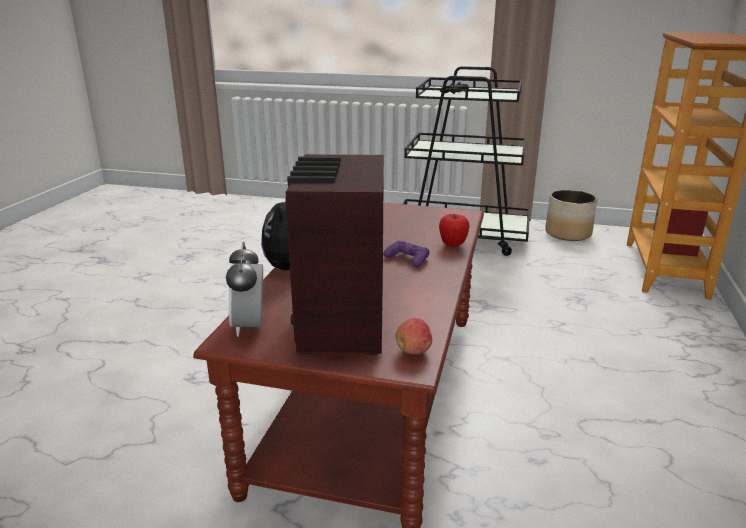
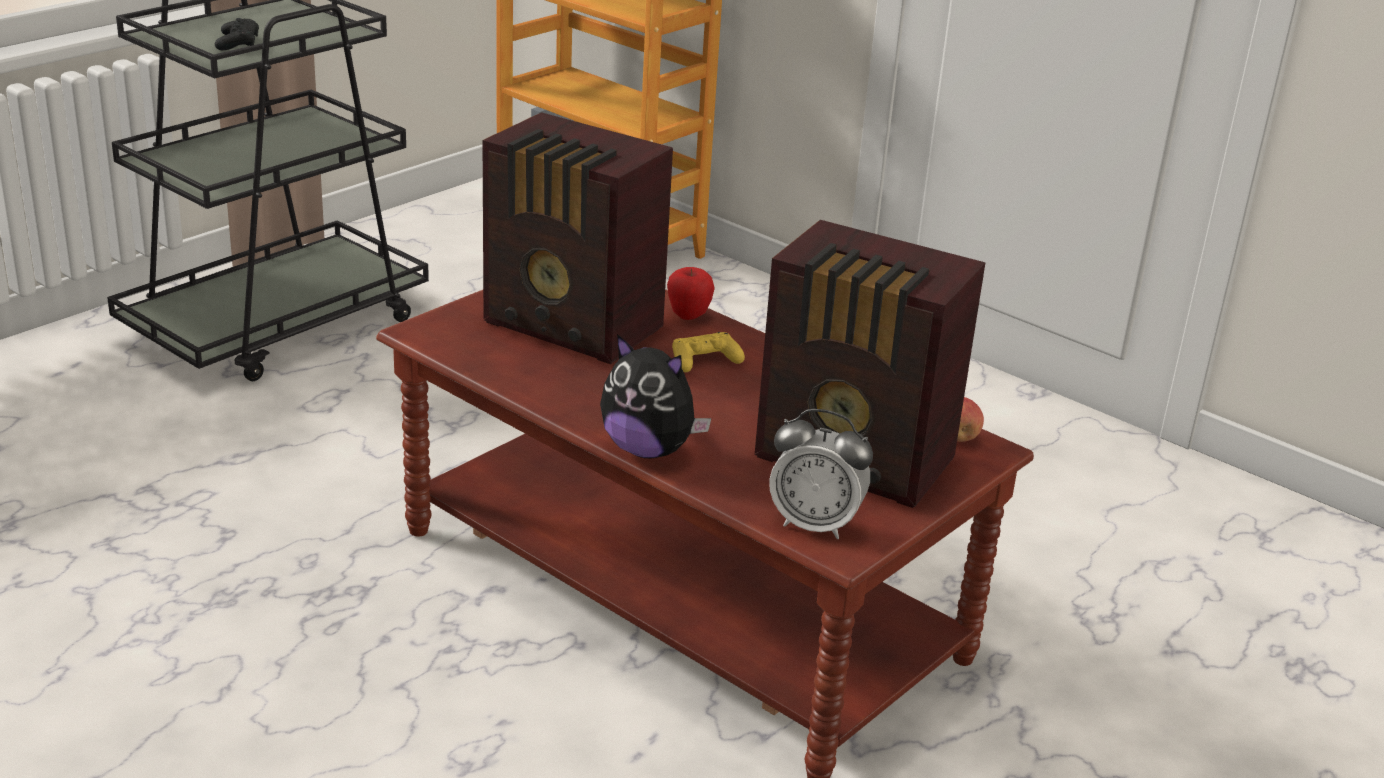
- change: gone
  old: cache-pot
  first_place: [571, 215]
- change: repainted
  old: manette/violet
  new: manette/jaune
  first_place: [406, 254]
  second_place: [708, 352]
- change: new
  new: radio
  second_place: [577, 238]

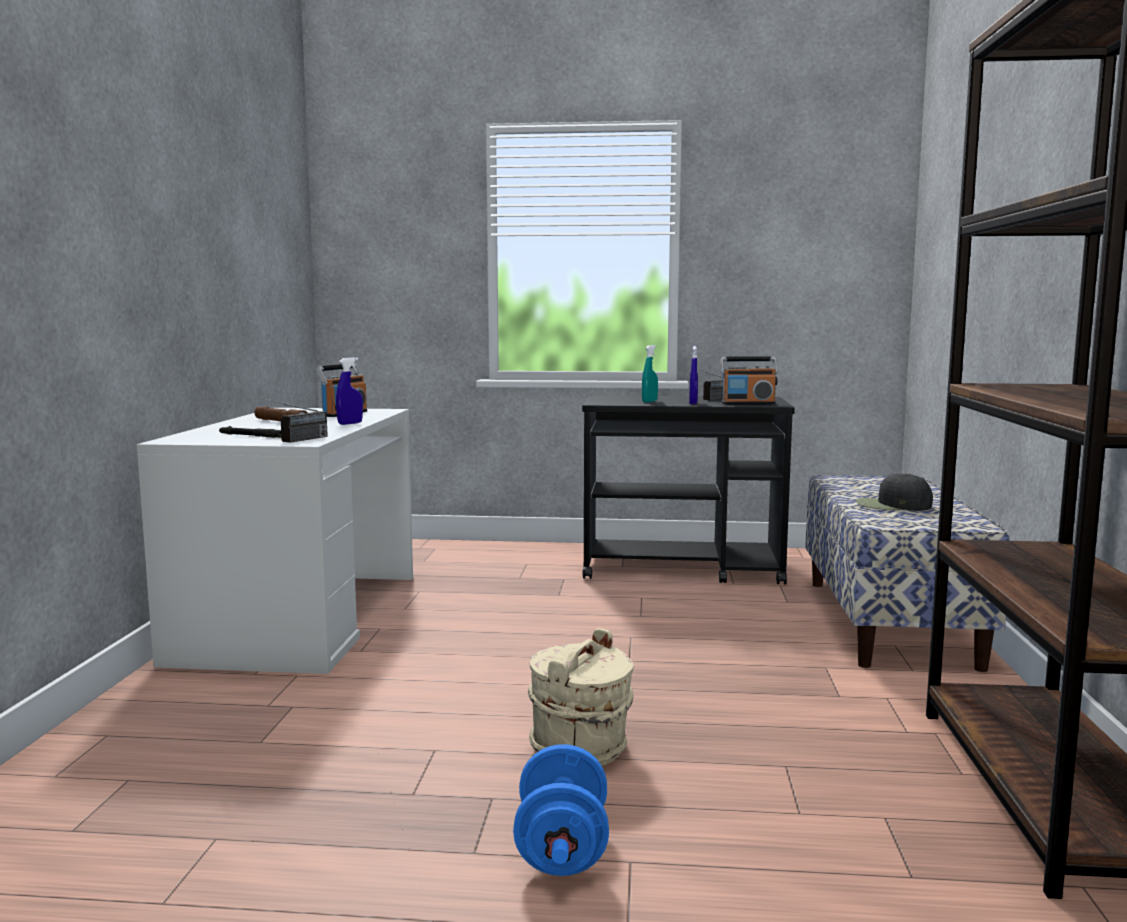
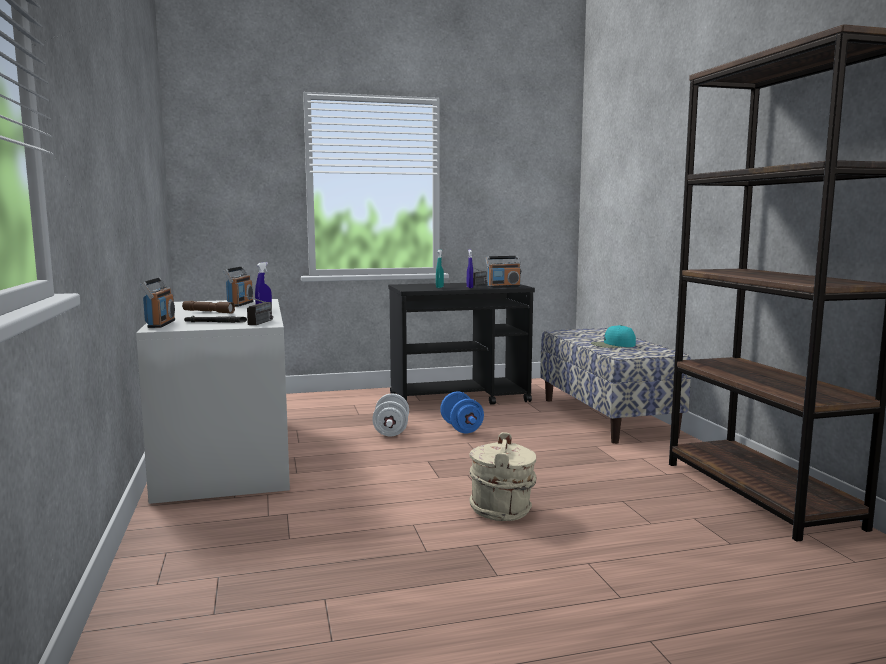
- change: repainted
  old: casquette/noir
  new: casquette/turquoise
  first_place: [894, 492]
  second_place: [613, 336]
- change: shifted
  old: haltère/bleu
  first_place: [561, 810]
  second_place: [462, 412]
- change: new
  new: radio
  second_place: [157, 302]
- change: new
  new: haltère/blanc
  second_place: [390, 415]

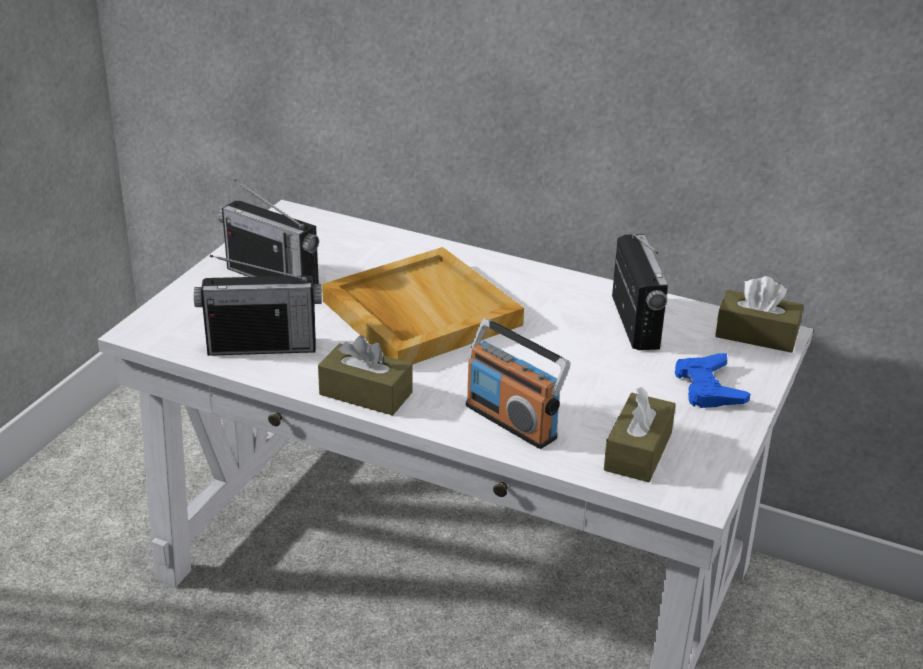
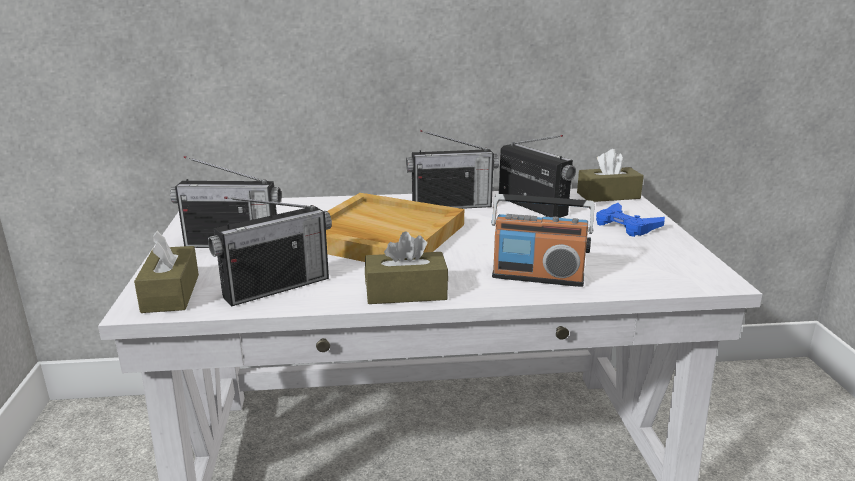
- change: shifted
  old: boîte à mouchoirs/marron
  first_place: [640, 434]
  second_place: [166, 272]
- change: new
  new: radio
  second_place: [452, 169]

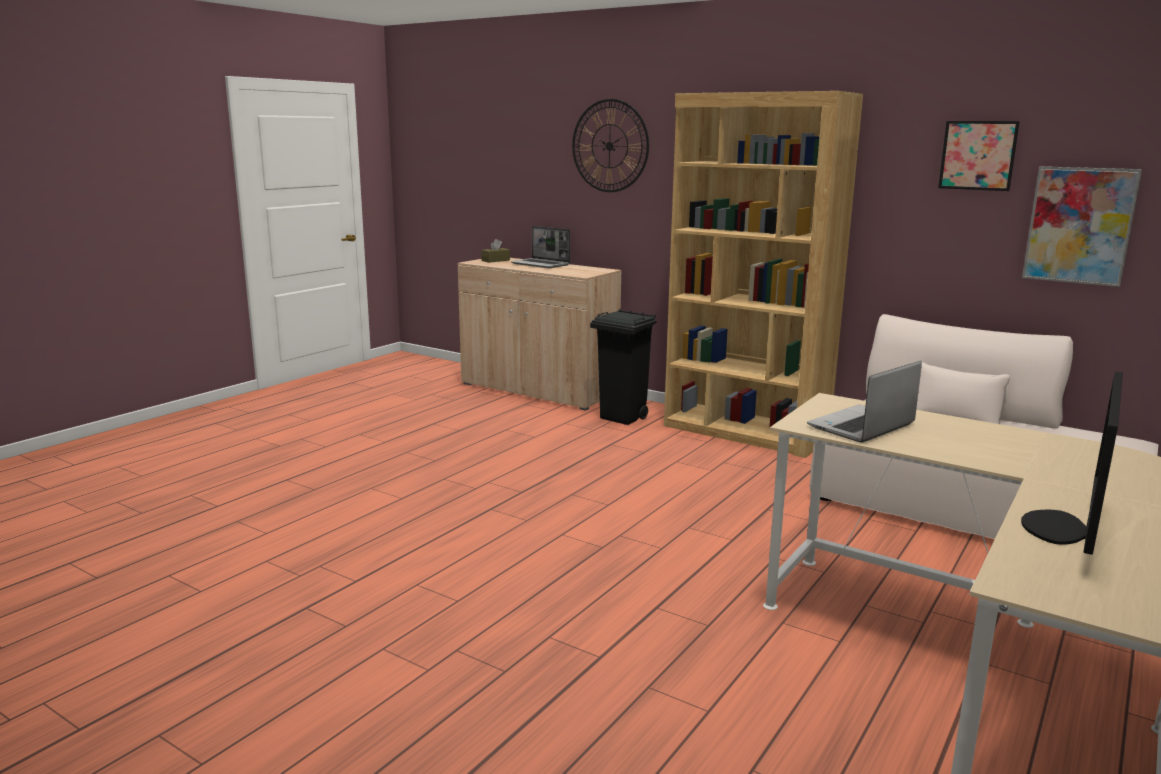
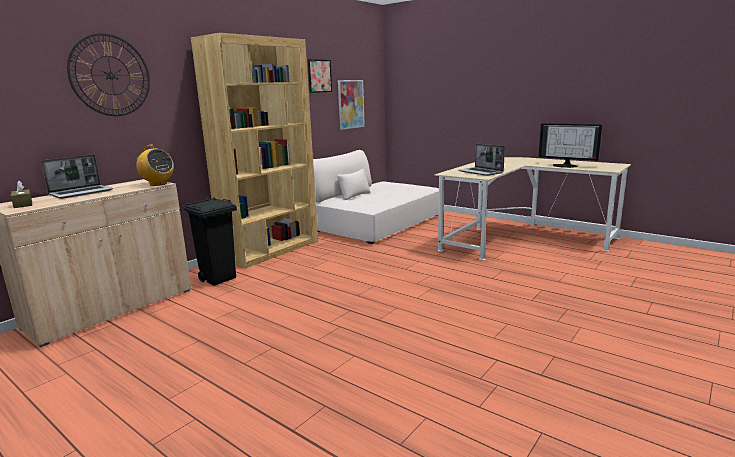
- change: new
  new: radio
  second_place: [154, 165]

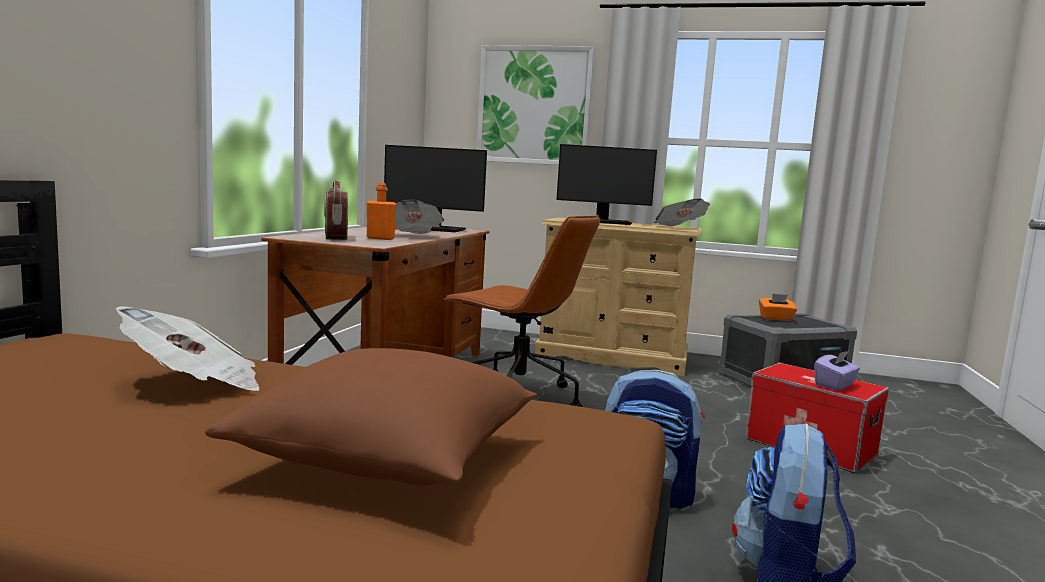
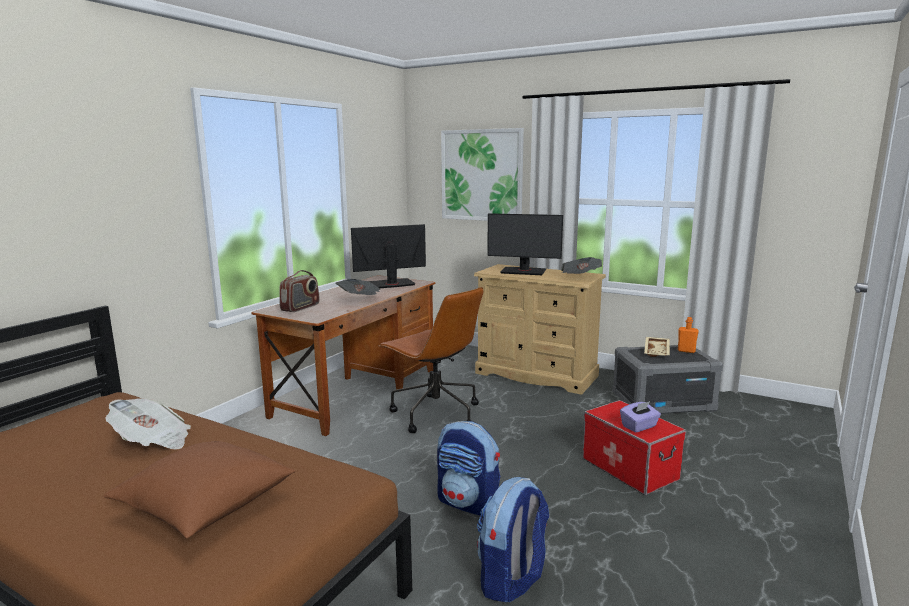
- change: rotated
  old: écran d'ordinateur
  first_place: [435, 188]
  second_place: [388, 256]
  degrees: 135
- change: rotated
  old: radio
  first_place: [336, 210]
  second_place: [299, 291]
  degrees: -150
- change: shifted
  old: bouteille/orange
  first_place: [381, 211]
  second_place: [688, 335]
- change: swapped
  old: boîte à mouchoirs/orange
  new: plateau/beige
  first_place: [778, 307]
  second_place: [657, 347]

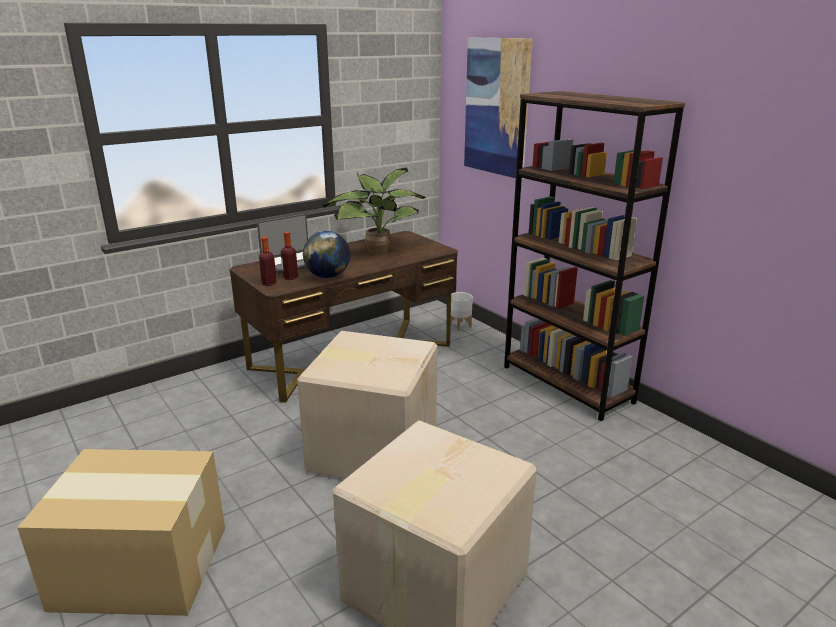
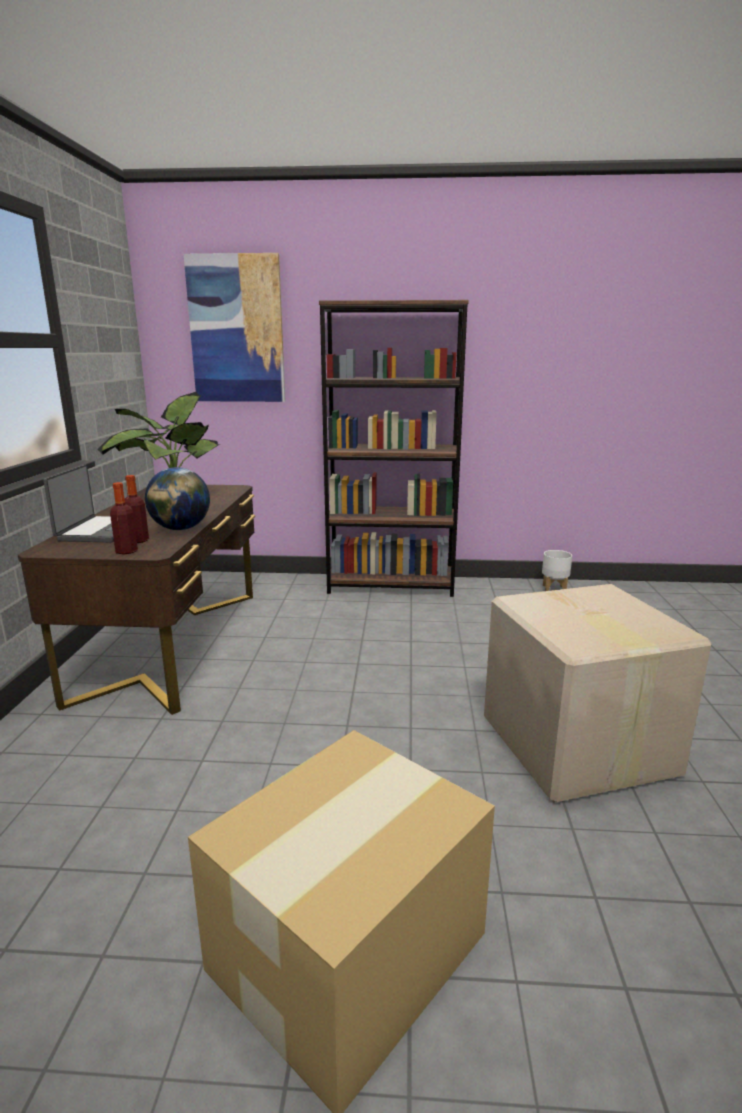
- change: shifted
  old: cache-pot/blanc
  first_place: [462, 311]
  second_place: [557, 570]
- change: gone
  old: carton
  first_place: [367, 405]

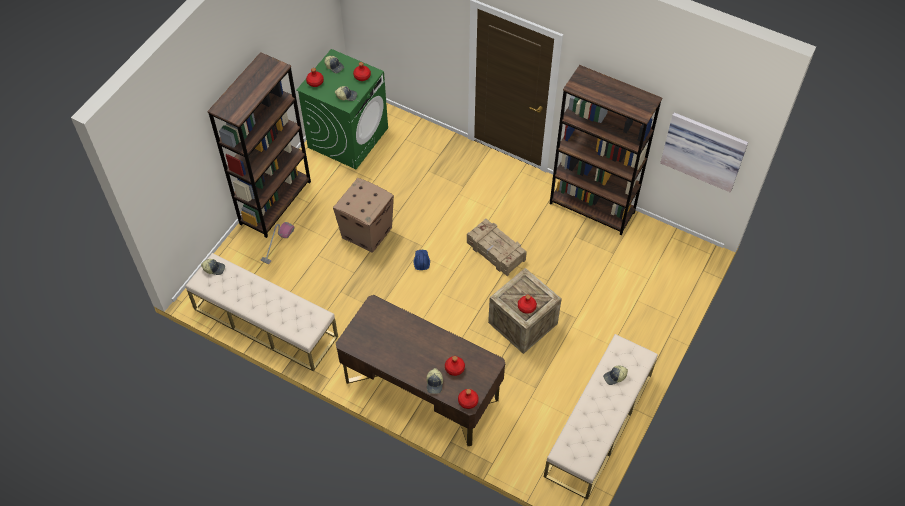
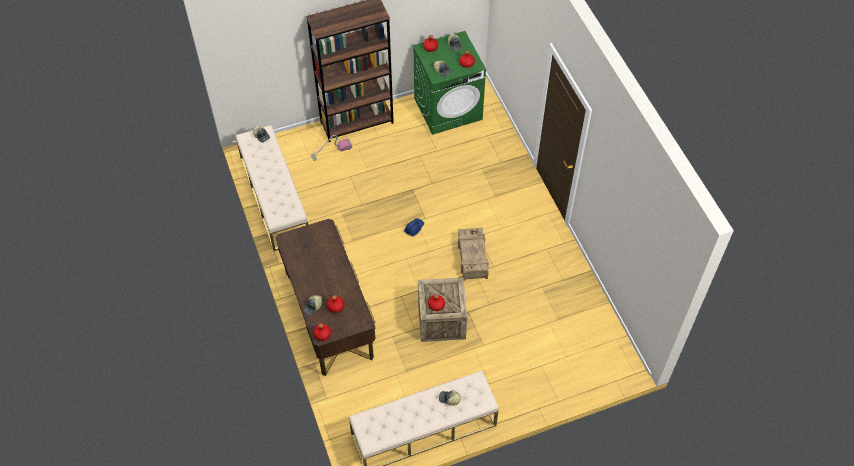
- change: gone
  old: bibliothèque/marron
  first_place: [606, 150]
- change: gone
  old: tableau
  first_place: [704, 152]
- change: gone
  old: carton
  first_place: [363, 215]

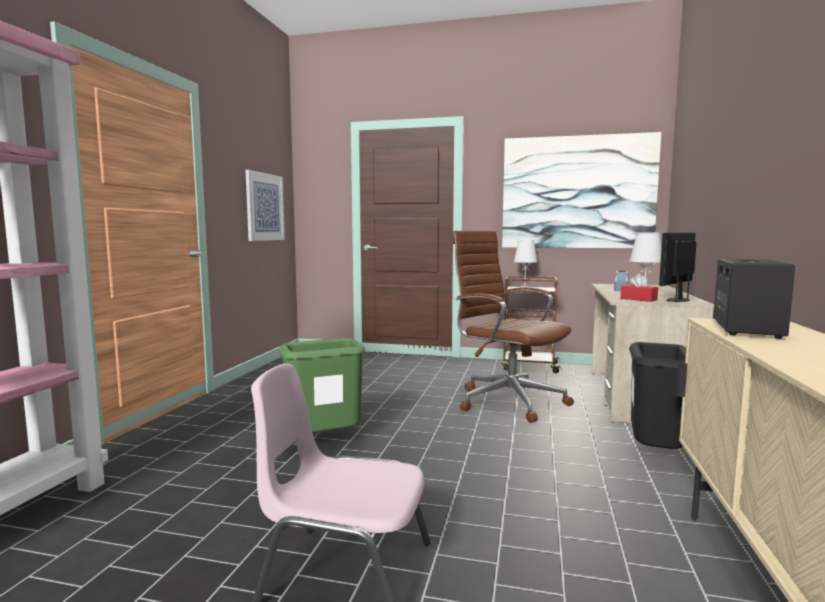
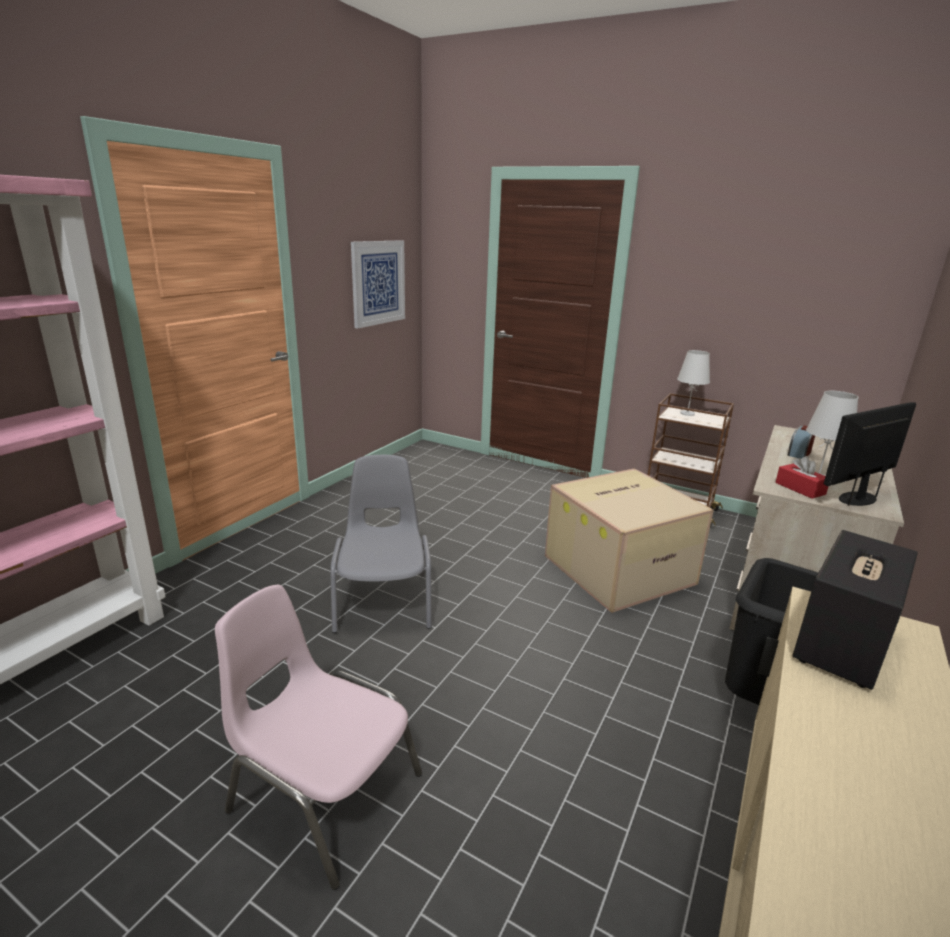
- change: gone
  old: tableau
  first_place: [581, 190]
- change: swapped
  old: chaise de bureau/marron
  new: carton
  first_place: [513, 327]
  second_place: [629, 540]
- change: swapped
  old: poubelle/vert
  new: chaise/gris
  first_place: [322, 385]
  second_place: [381, 544]

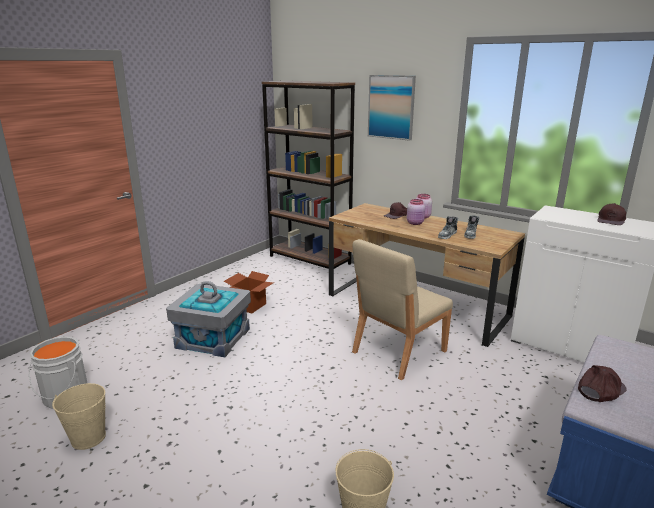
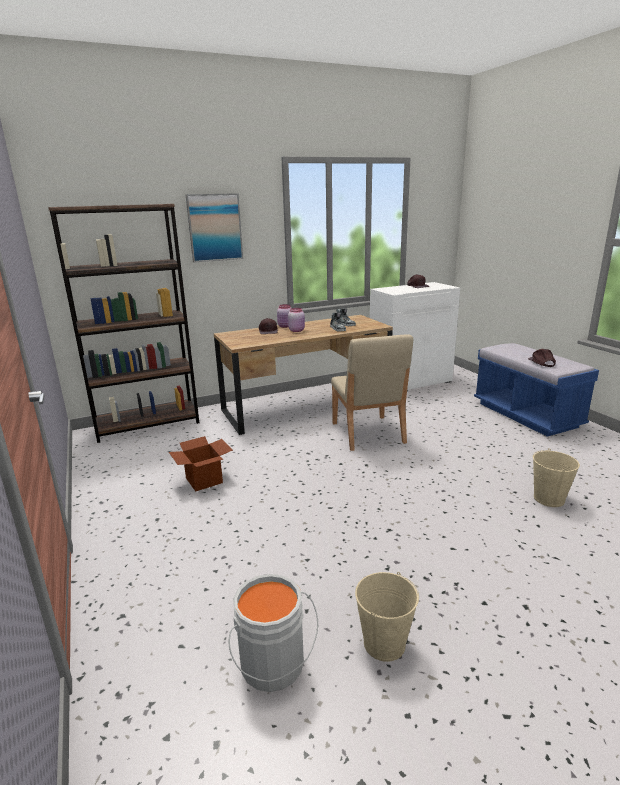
- change: gone
  old: boîte de rangement/gris
  first_place: [208, 319]

